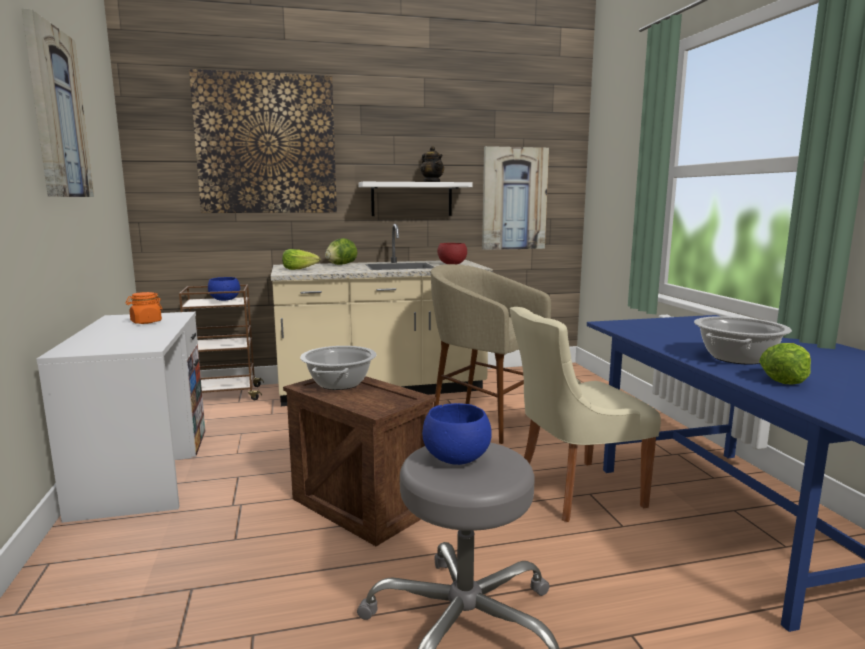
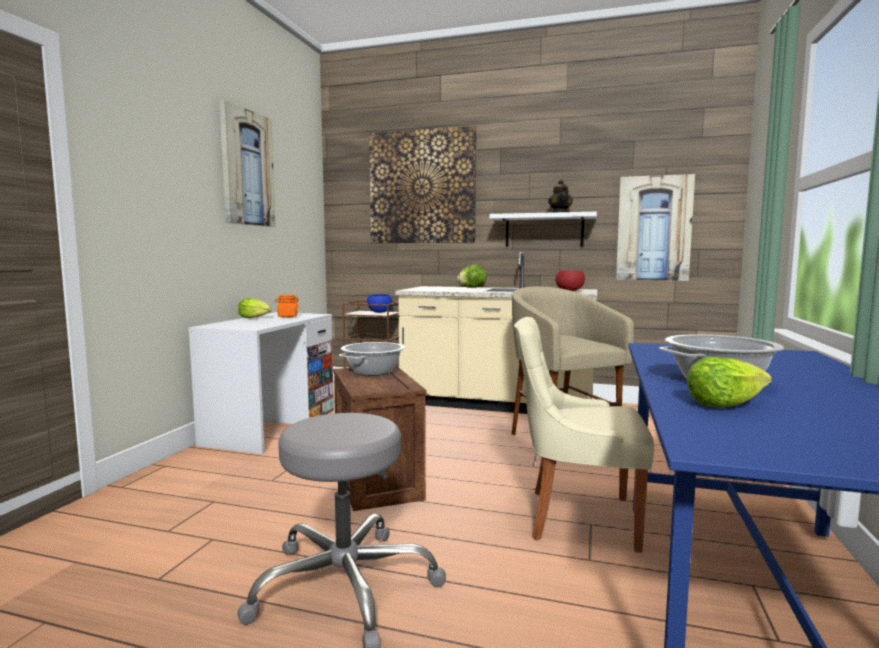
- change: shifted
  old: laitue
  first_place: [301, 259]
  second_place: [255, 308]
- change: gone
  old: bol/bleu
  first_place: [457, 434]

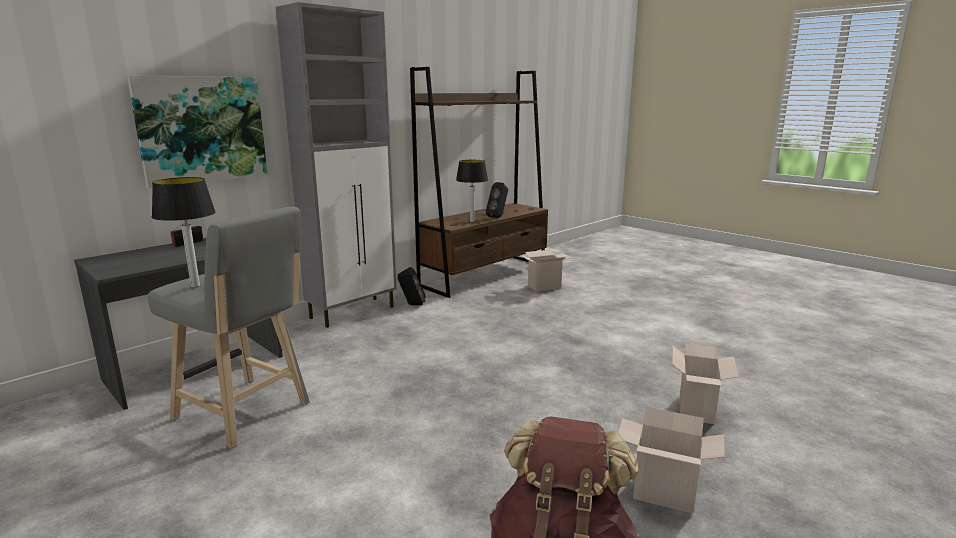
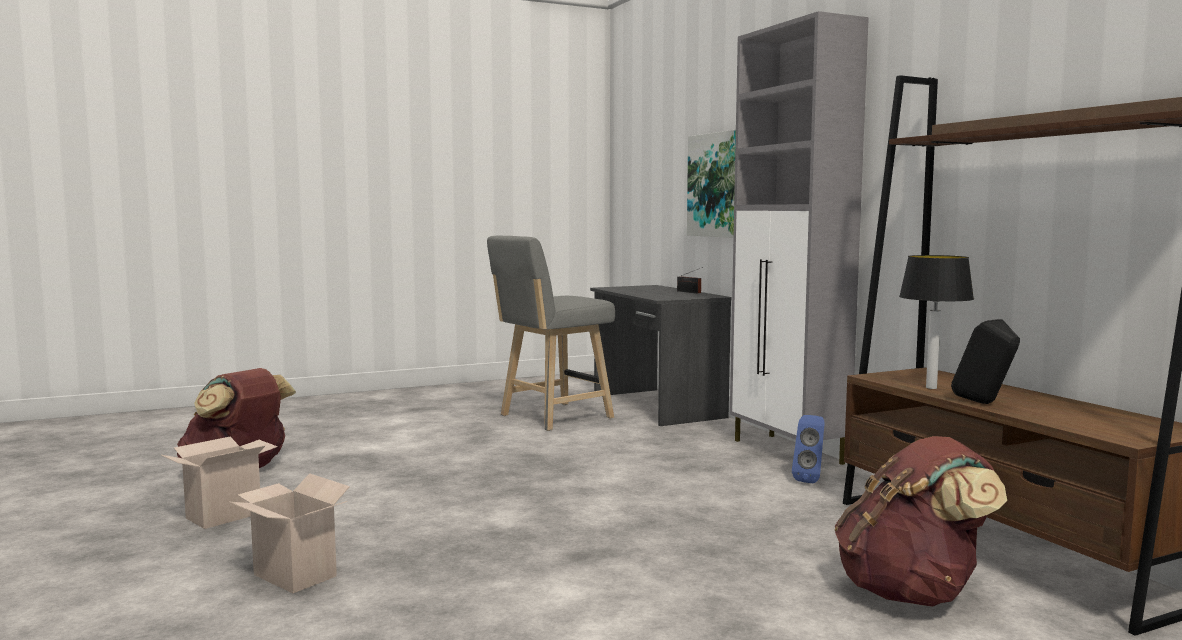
- change: gone
  old: lampe de table
  first_place: [183, 232]
- change: swapped
  old: carton
  new: sac à dos/marron
  first_place: [546, 271]
  second_place: [921, 521]
- change: repainted
  old: enceinte/noir
  new: enceinte/bleu
  first_place: [411, 286]
  second_place: [808, 449]

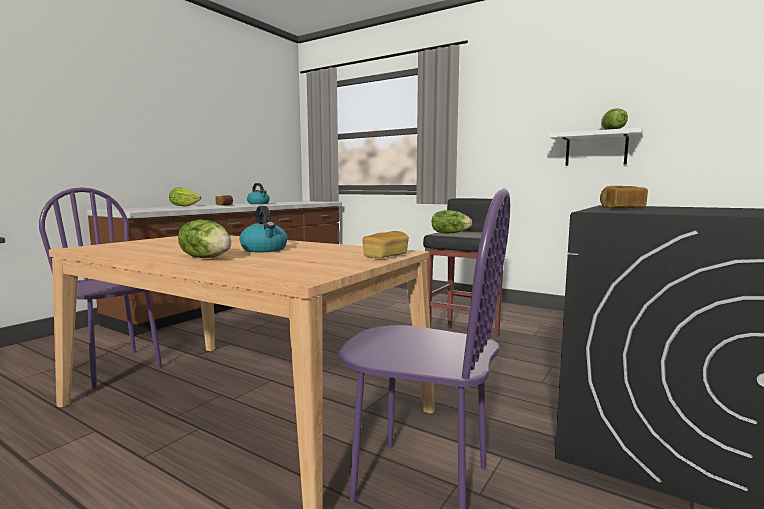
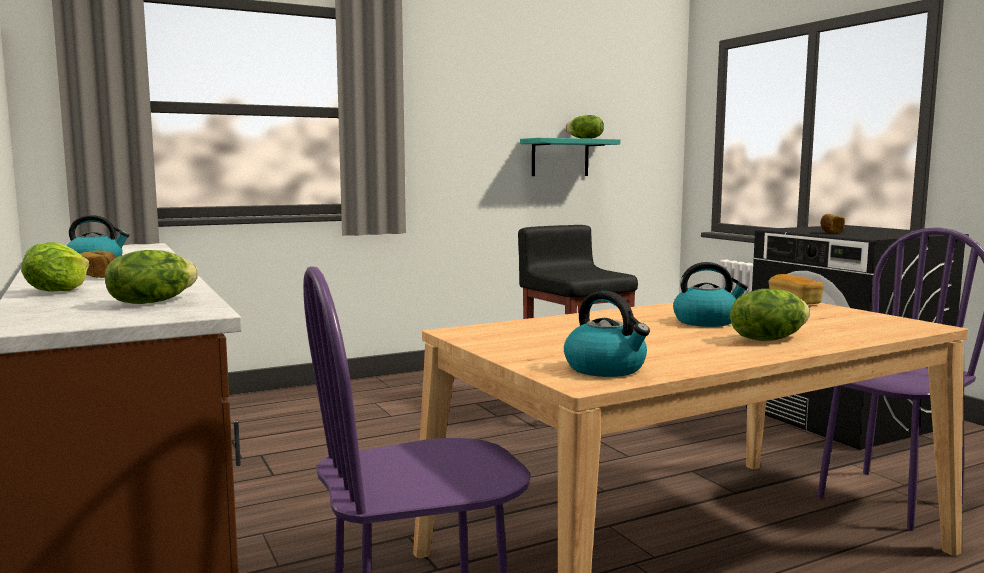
- change: repainted
  old: étagère/blanc
  new: étagère/turquoise
  first_place: [596, 146]
  second_place: [570, 157]
- change: shifted
  old: laitue
  first_place: [451, 222]
  second_place: [151, 277]
- change: new
  new: bouilloire
  second_place: [607, 334]

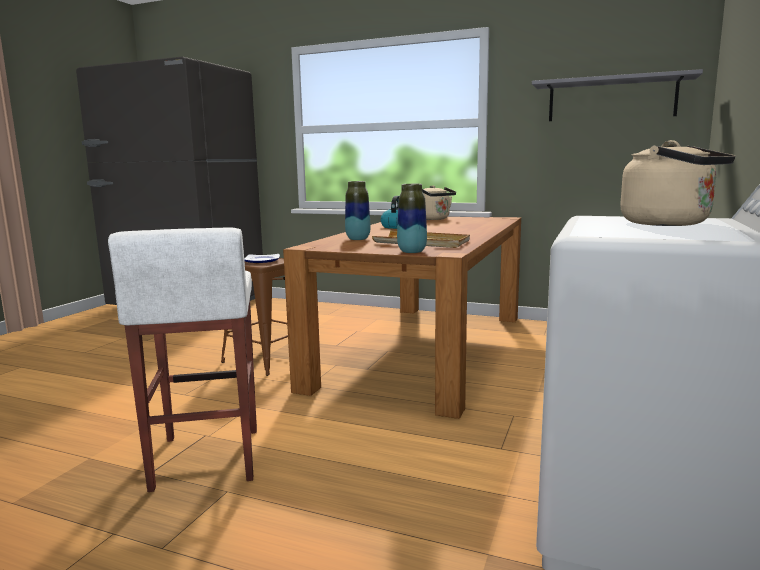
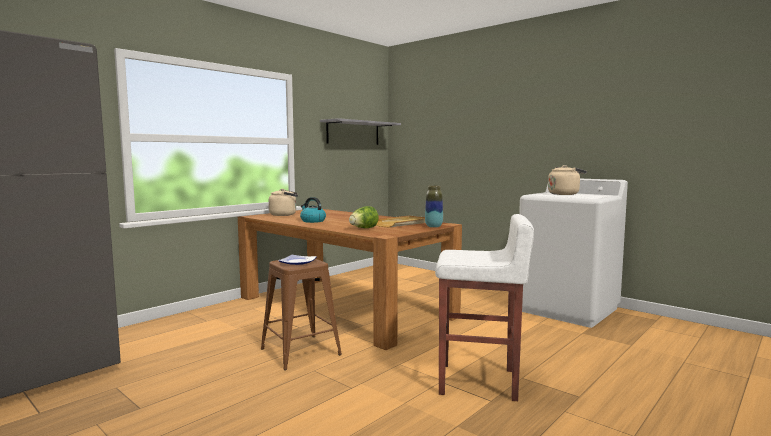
- change: swapped
  old: vase
  new: laitue
  first_place: [357, 210]
  second_place: [364, 217]

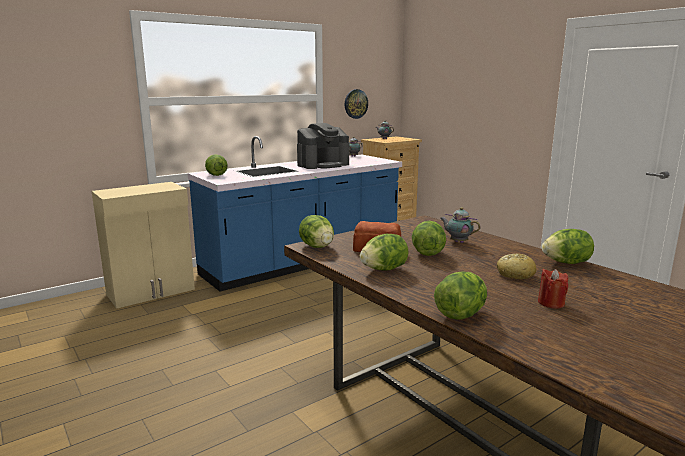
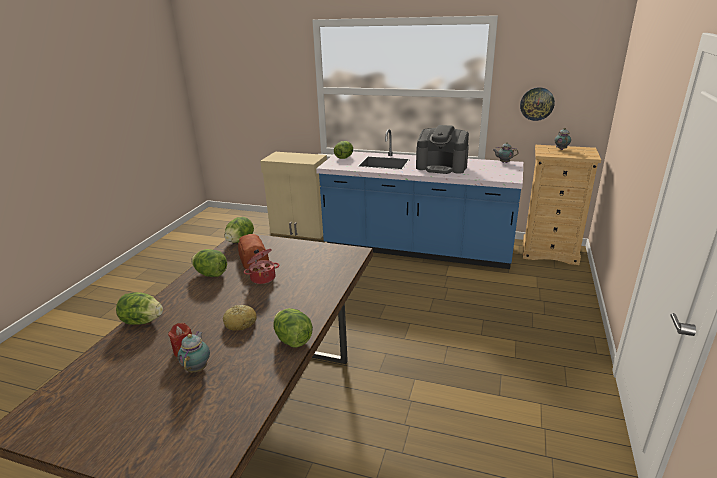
- change: shifted
  old: théière
  first_place: [460, 225]
  second_place: [193, 351]
- change: swapped
  old: laitue
  new: marmite
  first_place: [429, 238]
  second_place: [261, 266]

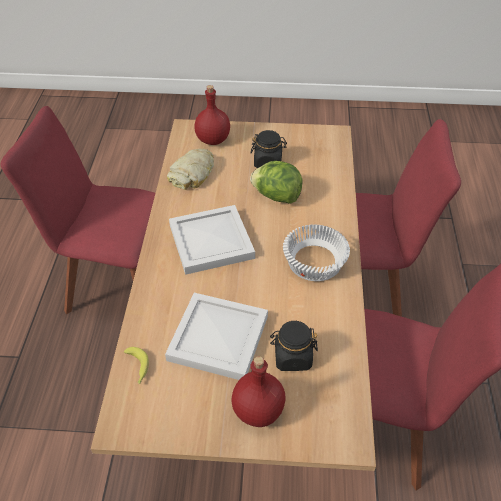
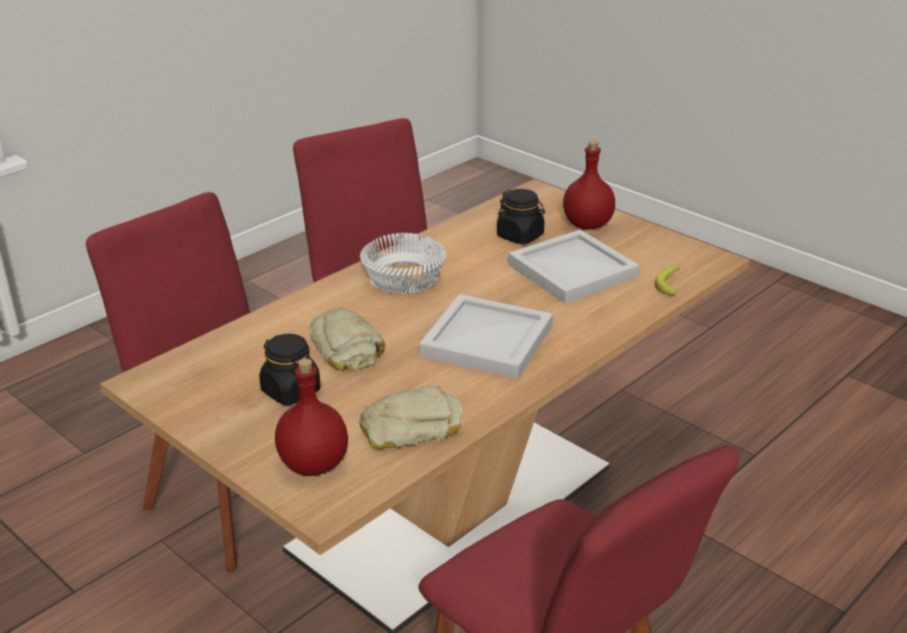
- change: swapped
  old: laitue
  new: pain
  first_place: [276, 182]
  second_place: [347, 339]

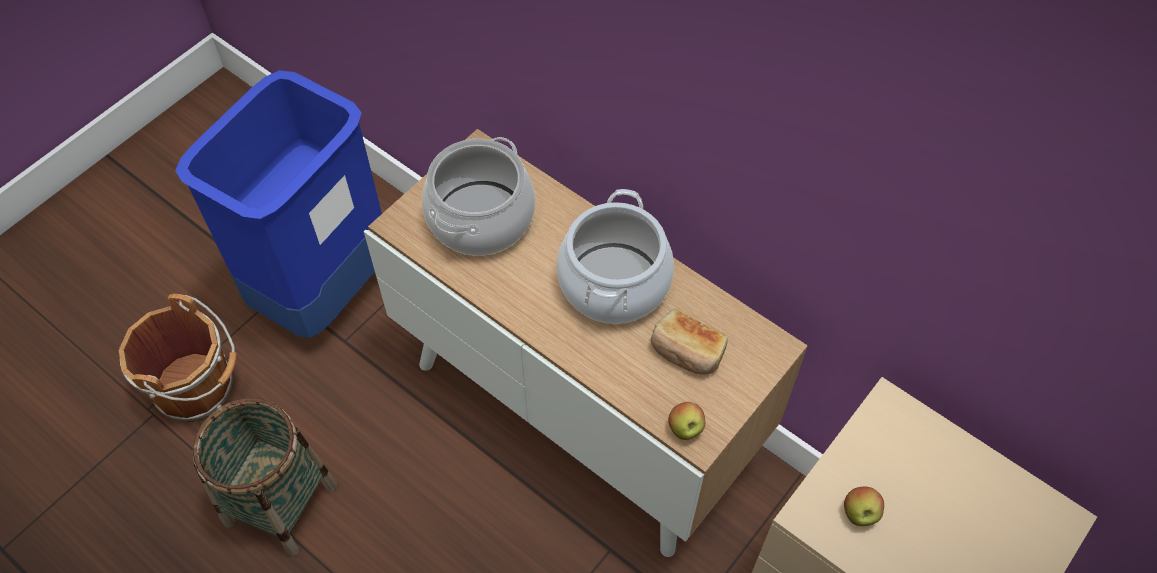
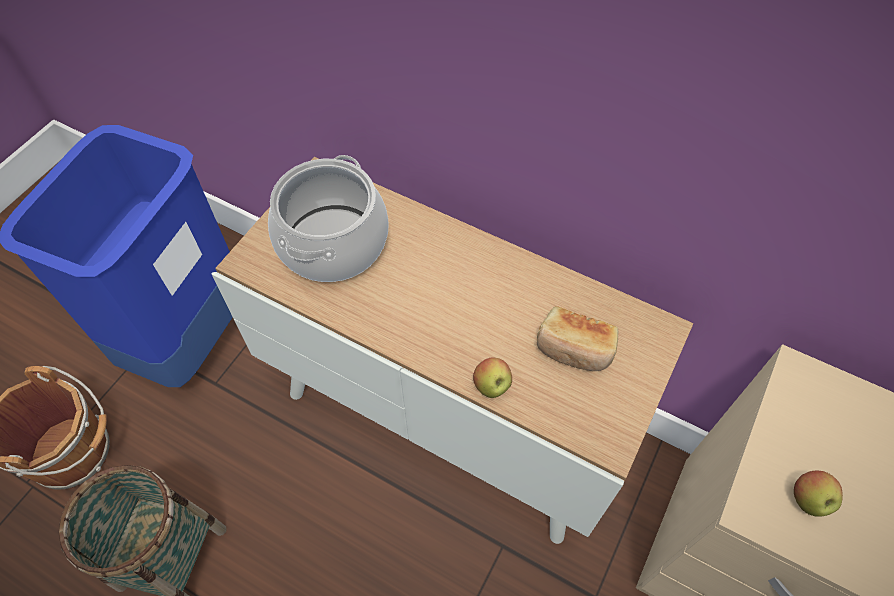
- change: gone
  old: marmite
  first_place: [615, 256]
- change: shifted
  old: pomme
  first_place: [686, 421]
  second_place: [492, 377]

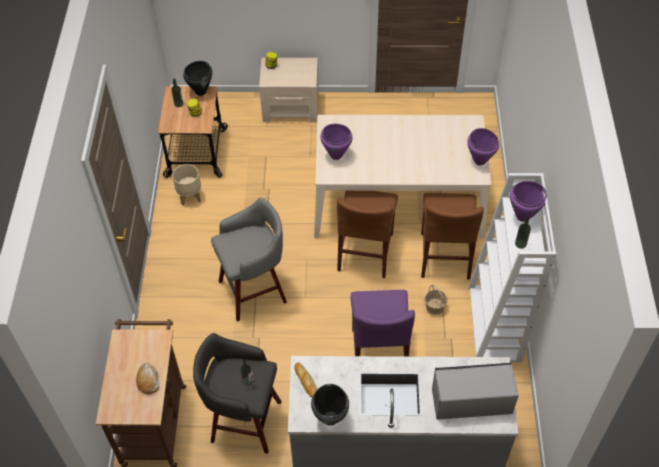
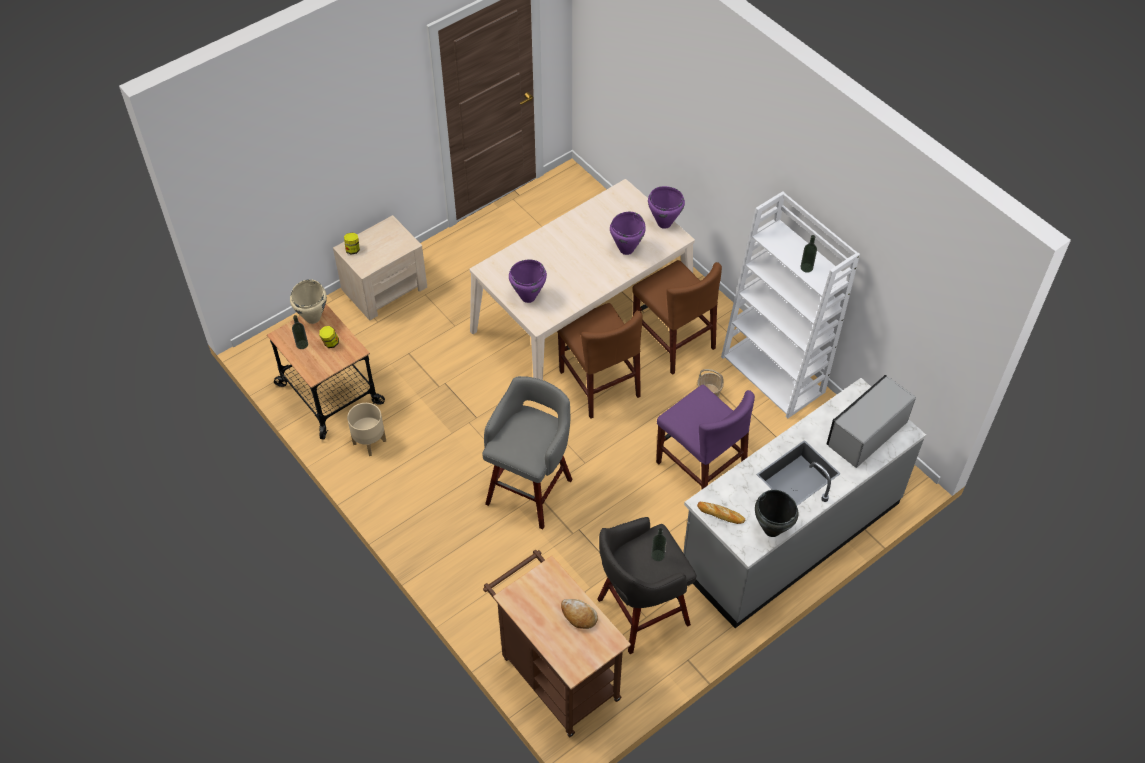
- change: repainted
  old: marmite/noir
  new: marmite/beige
  first_place: [197, 78]
  second_place: [308, 301]
- change: shifted
  old: marmite/violet
  first_place: [528, 201]
  second_place: [628, 233]

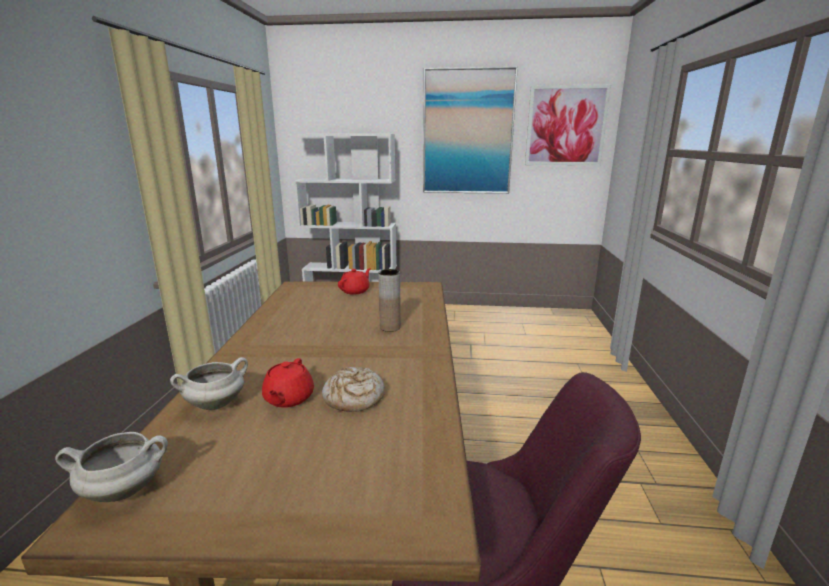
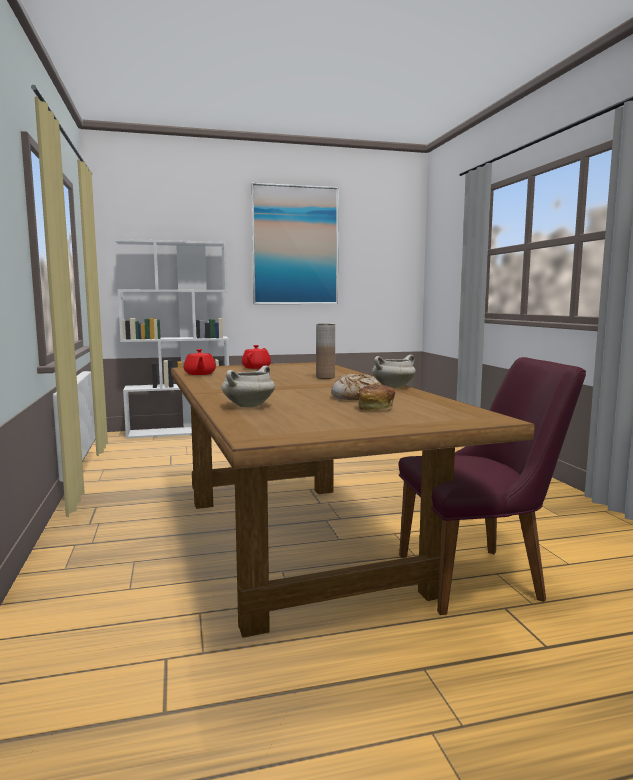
- change: gone
  old: tableau
  first_place: [568, 125]
- change: shifted
  old: théière/rouge
  first_place: [288, 383]
  second_place: [199, 362]
- change: shifted
  old: marmite/blanc
  first_place: [111, 467]
  second_place: [394, 371]
- change: new
  new: pain
  second_place: [376, 397]

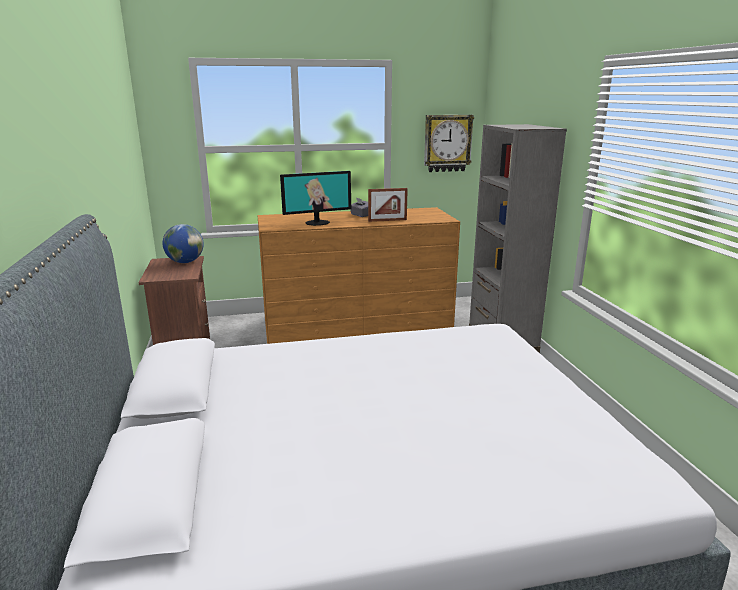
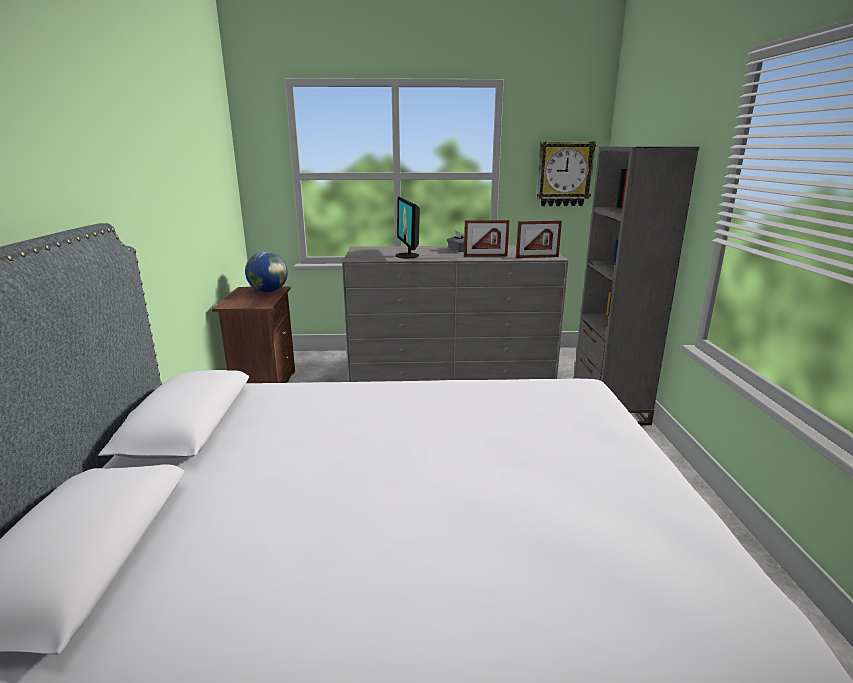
- change: rotated
  old: écran d'ordinateur
  first_place: [315, 198]
  second_place: [407, 228]
  degrees: 90
- change: repainted
  old: commode/marron
  new: commode/gris
  first_place: [358, 275]
  second_place: [455, 314]
- change: new
  new: cadre photo
  second_place: [539, 239]

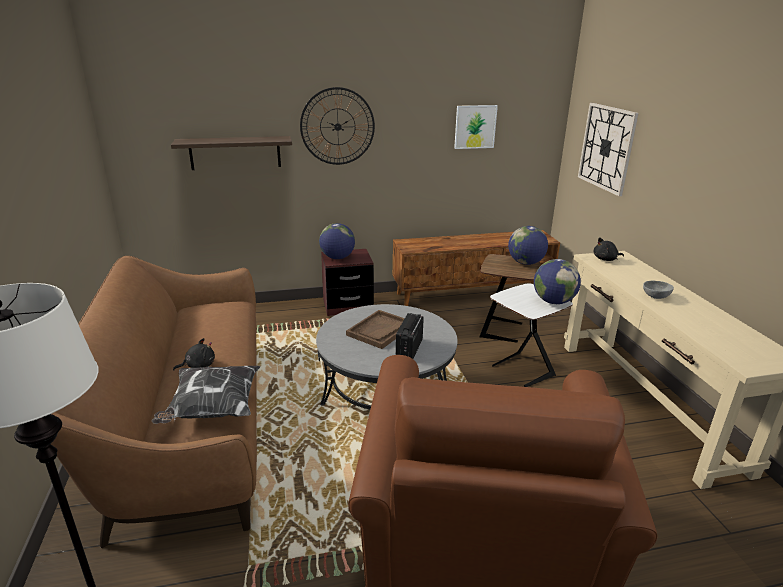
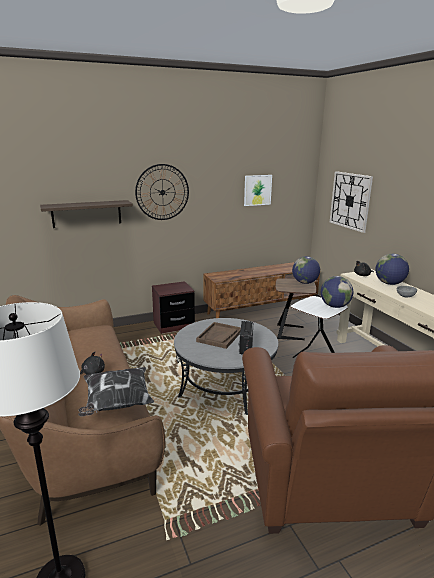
- change: shifted
  old: globe
  first_place: [337, 241]
  second_place: [392, 269]

